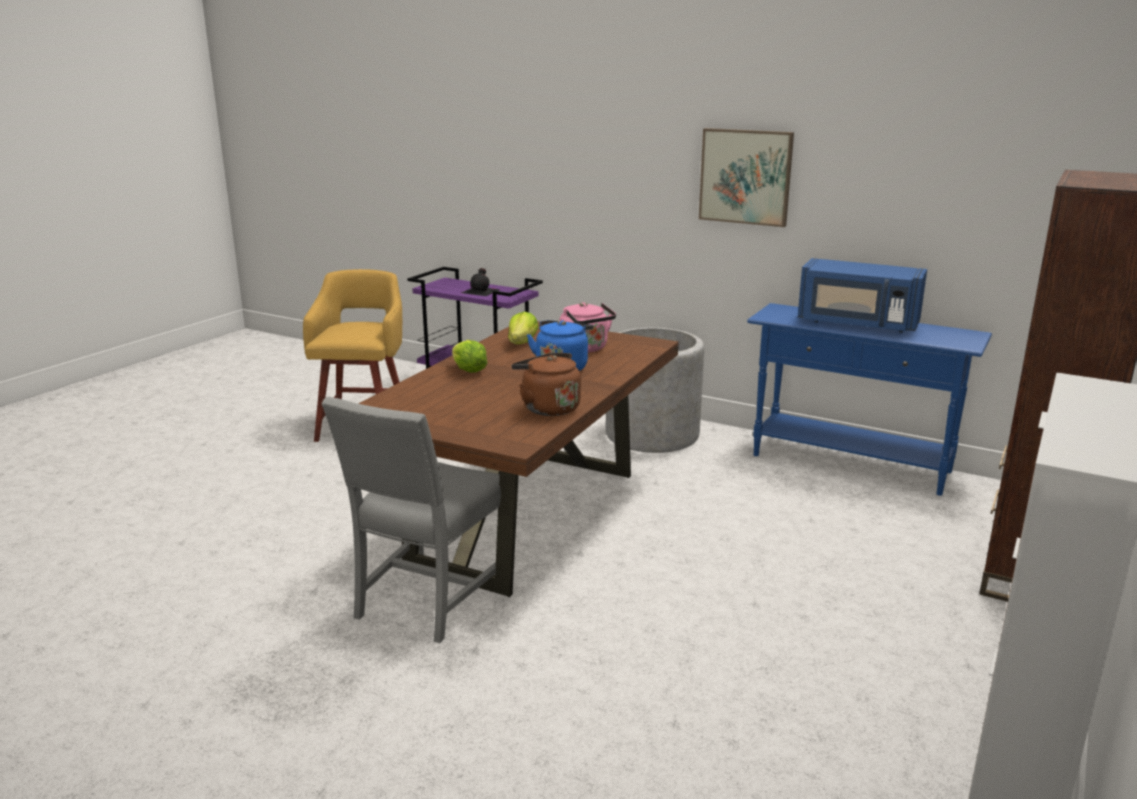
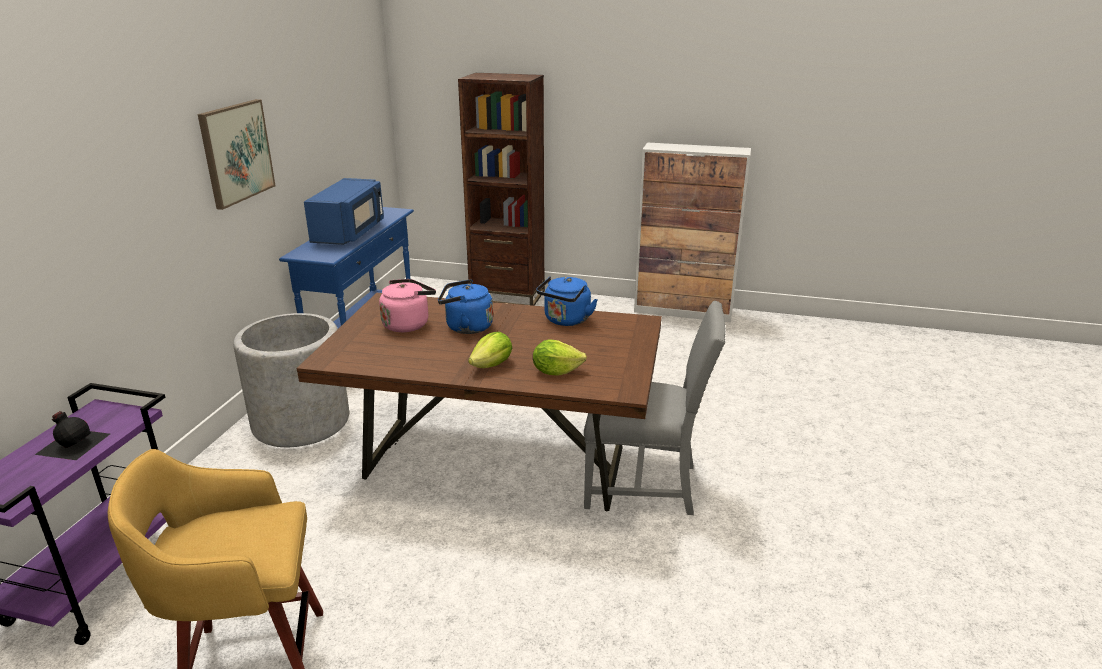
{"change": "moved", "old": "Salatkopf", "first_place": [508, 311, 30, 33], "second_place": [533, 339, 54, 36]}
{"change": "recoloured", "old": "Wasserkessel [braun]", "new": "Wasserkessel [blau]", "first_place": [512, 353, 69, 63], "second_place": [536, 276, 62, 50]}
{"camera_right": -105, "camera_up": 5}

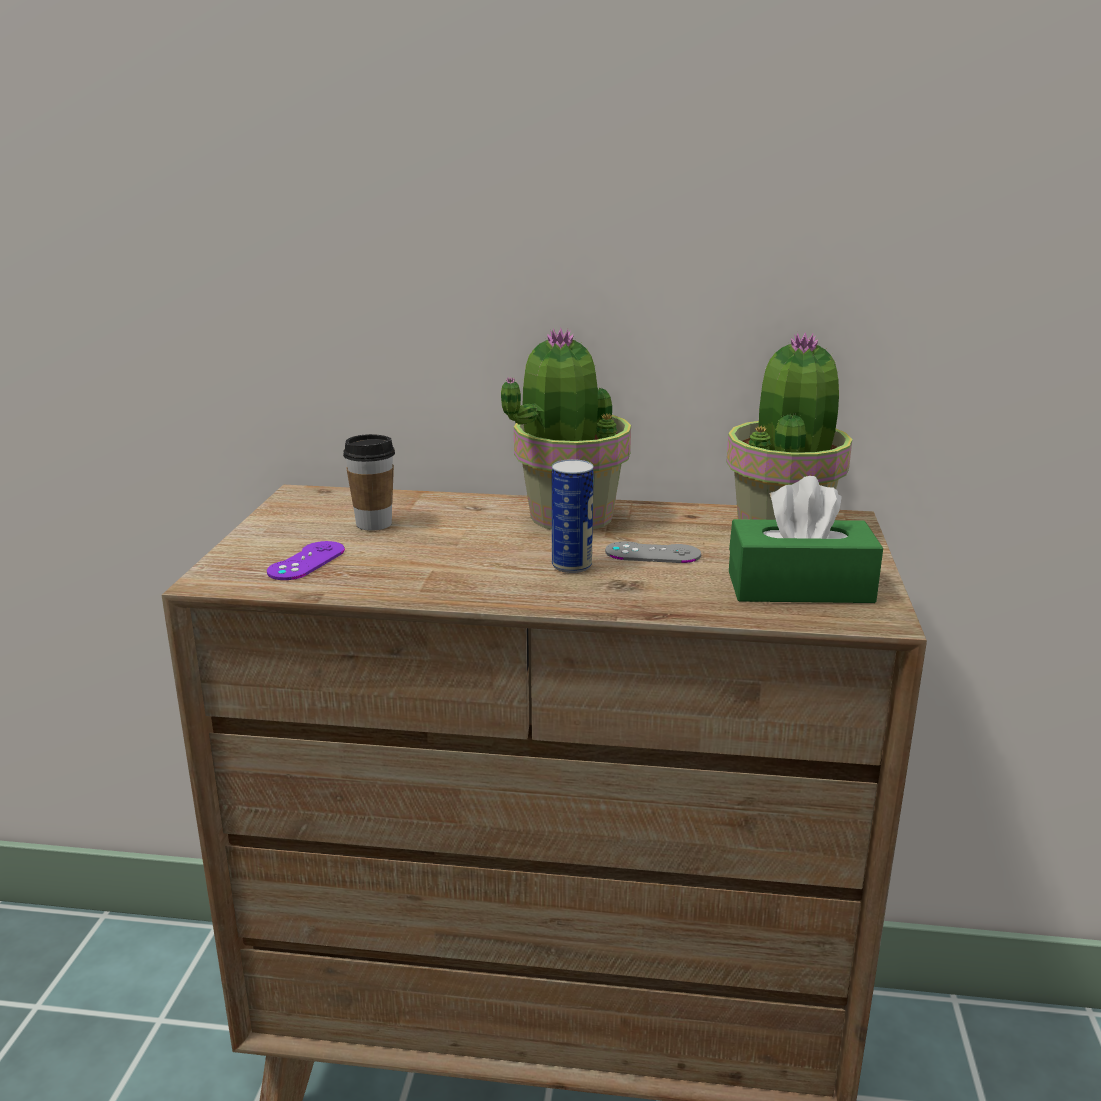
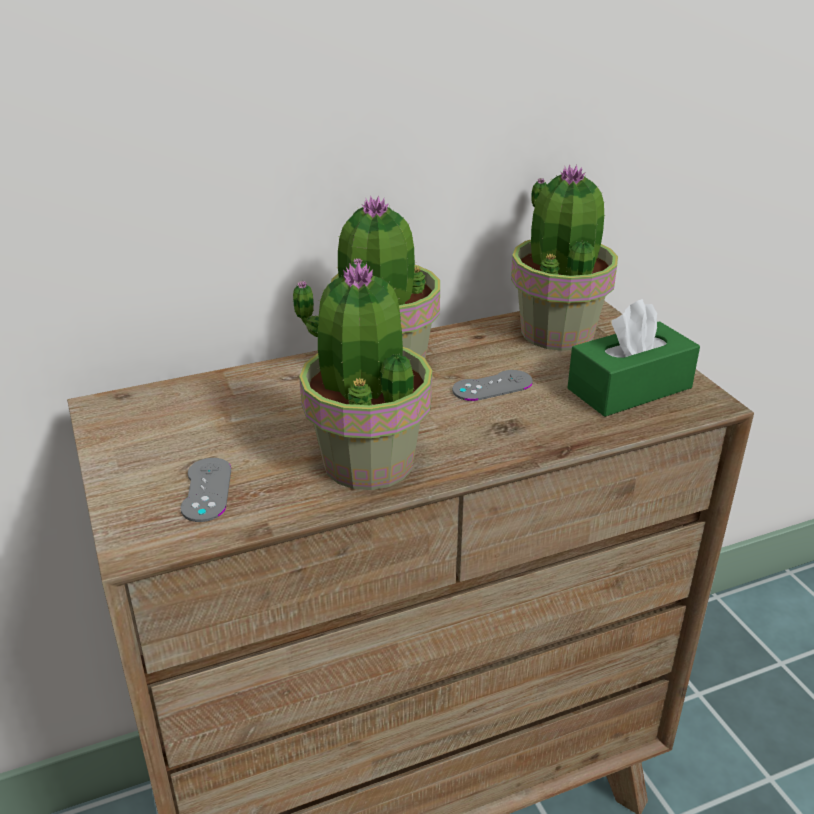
{"change": "removed", "old": "Tasse", "first_place": [343, 434, 52, 97]}
{"change": "removed", "old": "Dose", "first_place": [552, 459, 42, 114]}
{"change": "recoloured", "old": "Gamepad [lila]", "new": "Gamepad [grau]", "first_place": [267, 541, 78, 39], "second_place": [180, 458, 51, 64]}
{"change": "added", "new": "Topfpflanze", "second_place": [293, 261, 139, 229]}
{"camera_right": -30, "camera_up": 10}

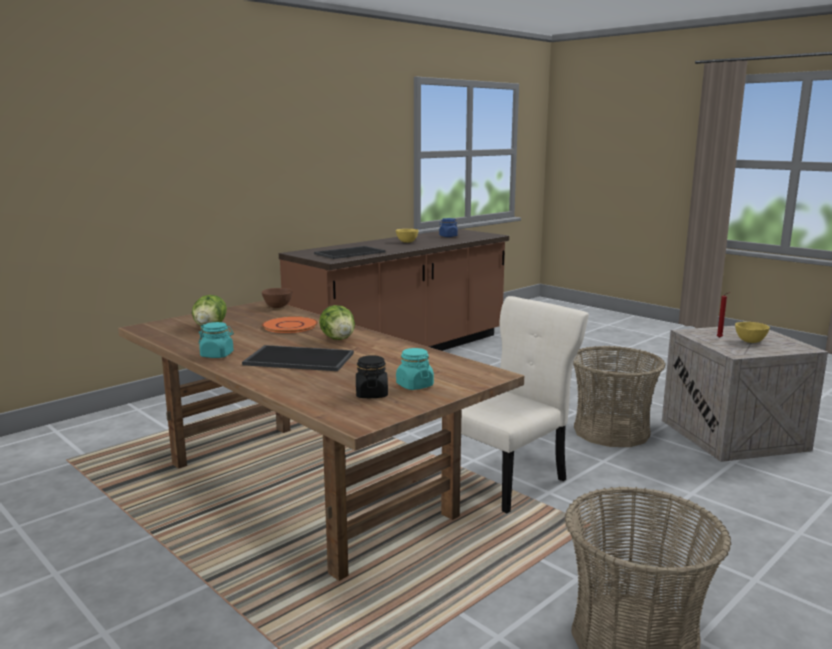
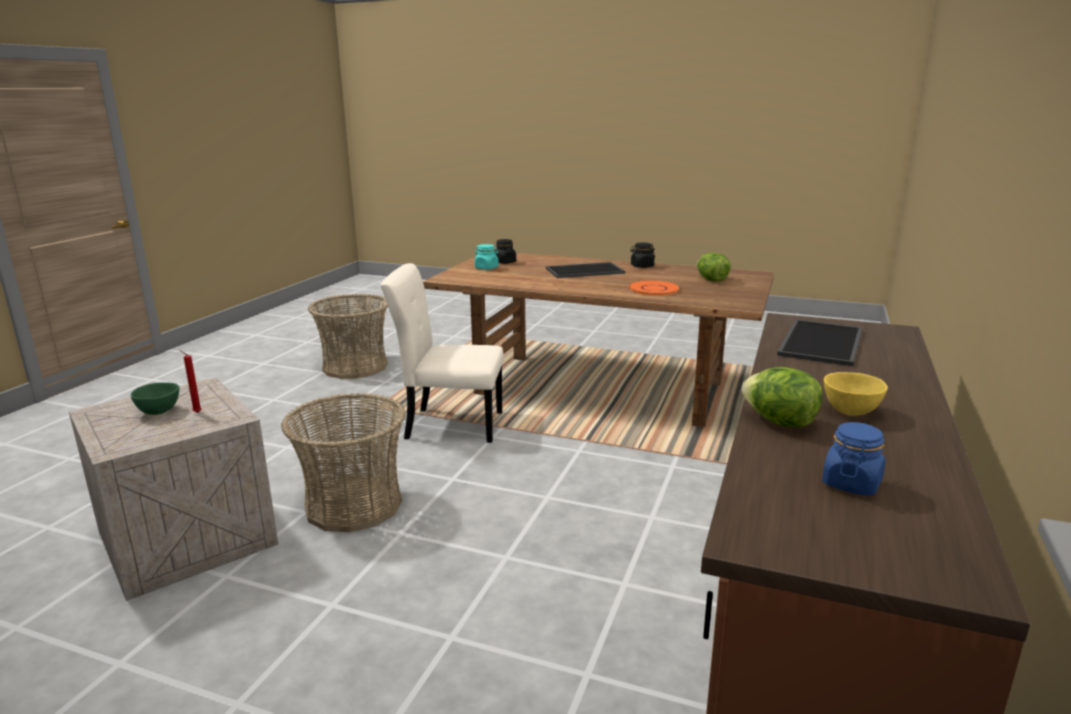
{"change": "removed", "old": "Schüssel [braun]", "first_place": [262, 288, 31, 20]}
{"change": "turned", "old": "Stuhl [beige]", "first_place": [441, 296, 148, 217], "second_place": [380, 263, 124, 180], "degrees": 75}
{"change": "moved", "old": "Salatkopf", "first_place": [319, 305, 36, 35], "second_place": [742, 367, 81, 61]}
{"change": "recoloured", "old": "Vorratsglas [türkis]", "new": "Vorratsglas [schwarz]", "first_place": [199, 322, 35, 36], "second_place": [630, 242, 25, 26]}
{"change": "recoloured", "old": "Schüssel [gelb]", "new": "Schüssel [grün]", "first_place": [735, 322, 35, 21], "second_place": [130, 382, 49, 33]}
{"camera_right": 155, "camera_up": 5}

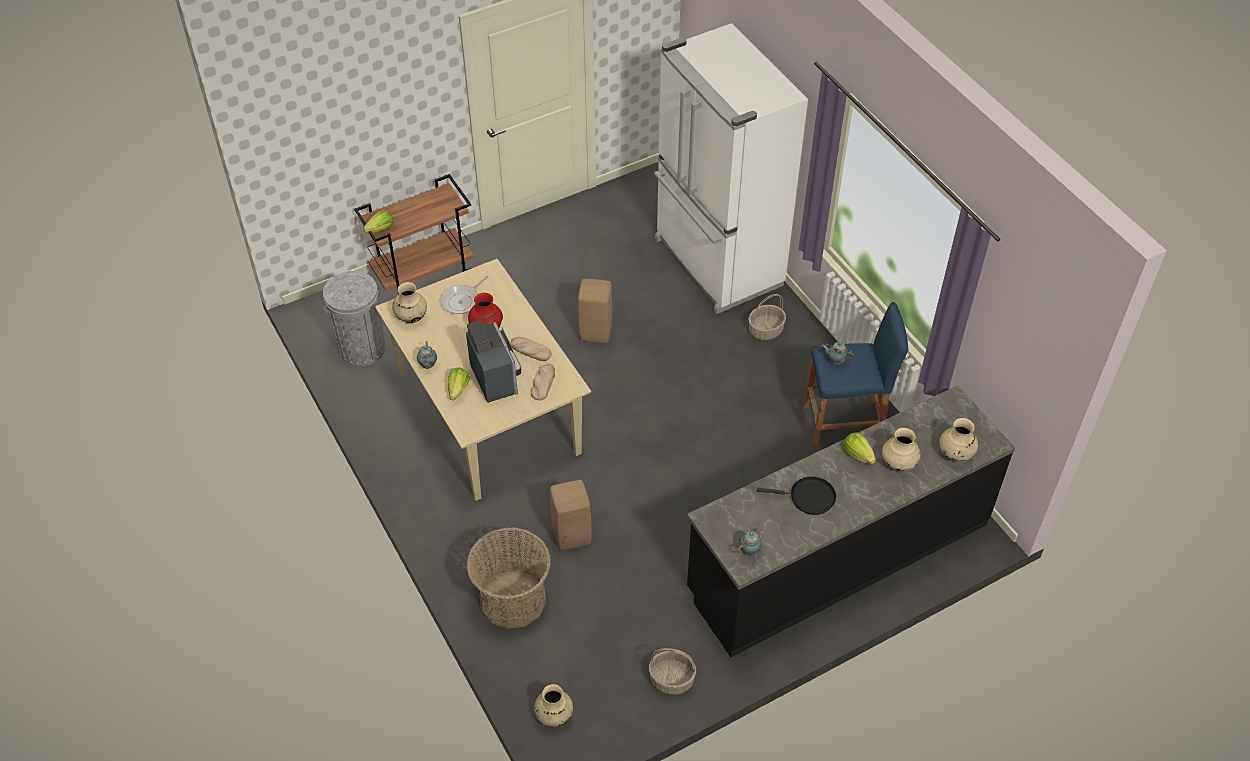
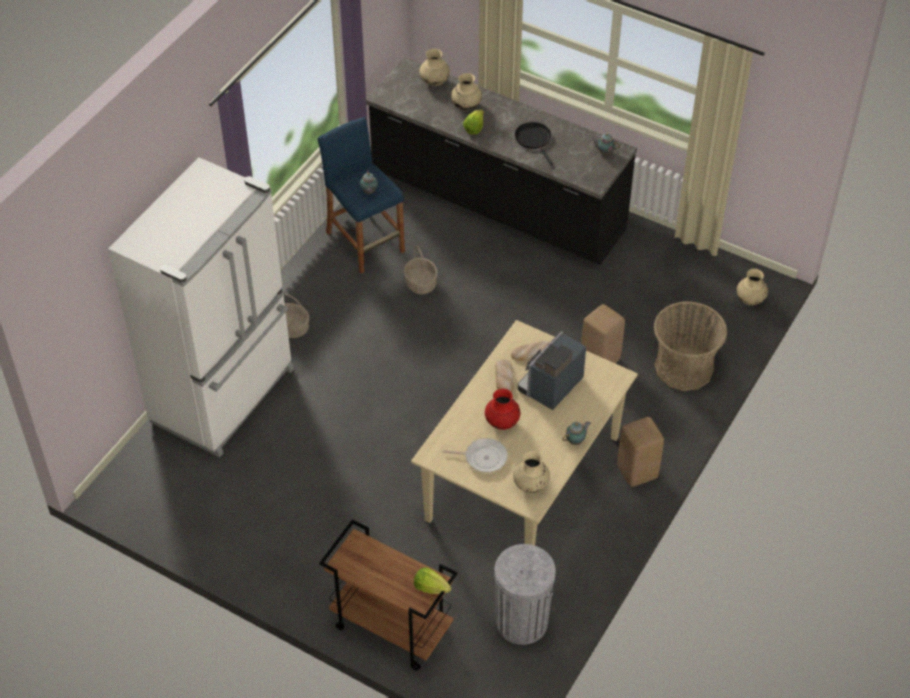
{"change": "moved", "old": "Hocker [beige]", "first_place": [578, 279, 34, 64], "second_place": [617, 417, 47, 70]}
{"change": "removed", "old": "Salatkopf", "first_place": [448, 367, 22, 33]}
{"change": "moved", "old": "Korb", "first_place": [649, 648, 47, 46], "second_place": [404, 246, 34, 48]}
{"camera_right": -120, "camera_up": 0}

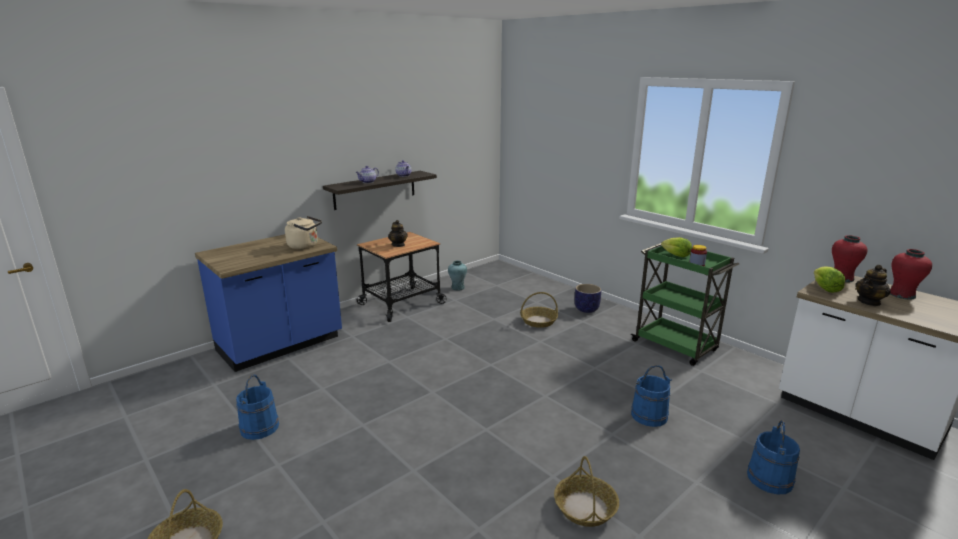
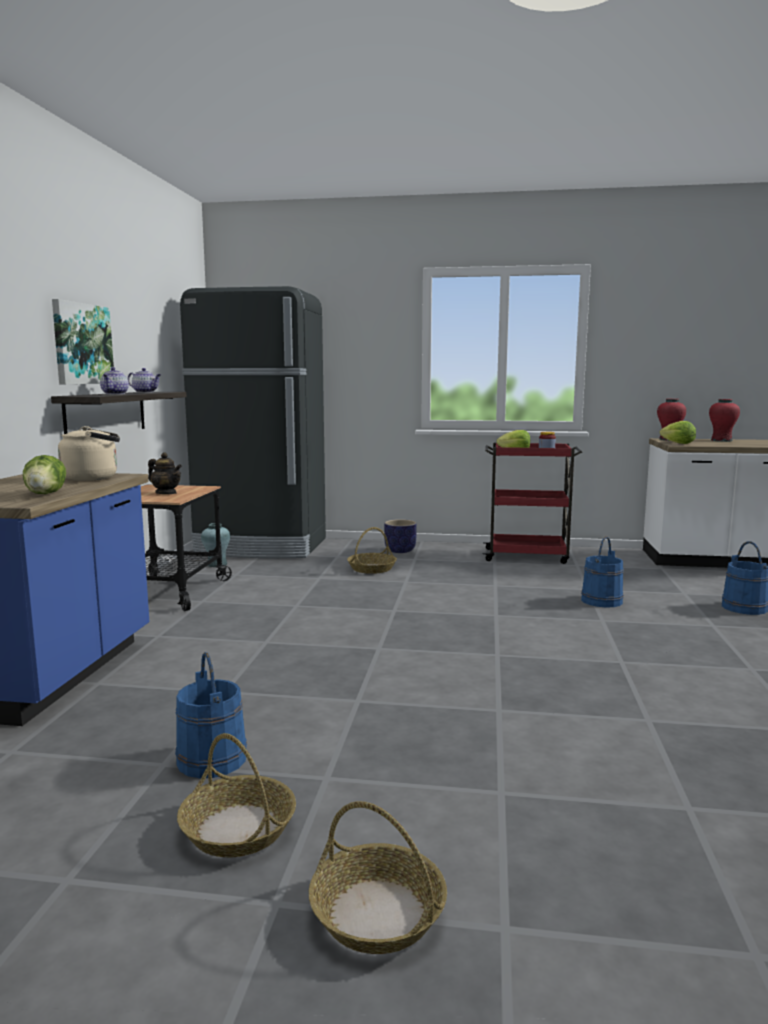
{"change": "recoloured", "old": "Rollwagen [grün]", "new": "Rollwagen [rot]", "first_place": [631, 243, 108, 123], "second_place": [483, 443, 99, 121]}
{"change": "removed", "old": "Teekanne", "first_place": [855, 264, 36, 42]}
{"change": "moved", "old": "Korb", "first_place": [554, 456, 65, 71], "second_place": [177, 733, 119, 124]}
{"change": "added", "new": "Kühlschrank [schwarz]", "second_place": [180, 286, 146, 272]}
{"change": "added", "new": "Bild", "second_place": [52, 299, 62, 85]}
{"change": "added", "new": "Salatkopf", "second_place": [23, 455, 43, 39]}
{"camera_right": -40, "camera_up": -10}

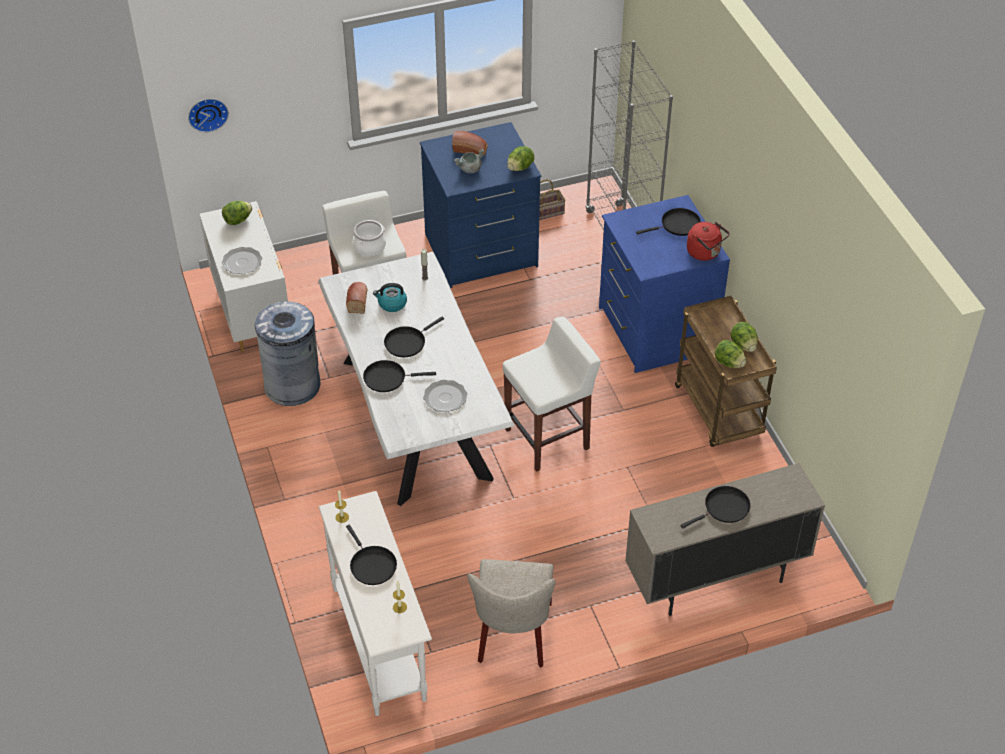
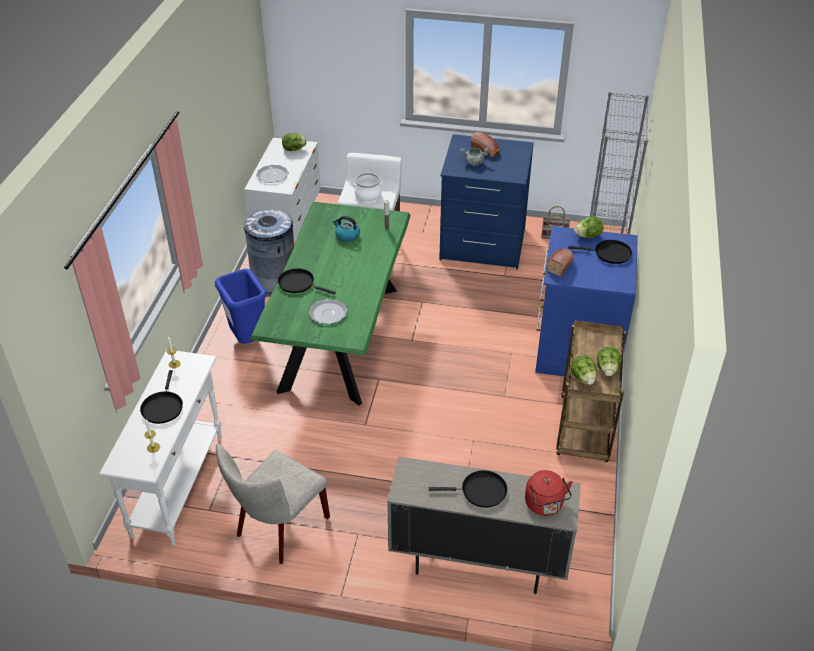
{"change": "removed", "old": "Wanduhr", "first_place": [188, 99, 41, 33]}
{"change": "moved", "old": "Salatkopf", "first_place": [507, 146, 27, 25], "second_place": [574, 217, 29, 21]}
{"change": "moved", "old": "Wasserkessel [rot]", "first_place": [687, 222, 43, 39], "second_place": [525, 470, 48, 46]}
{"change": "recoloured", "old": "Esstisch [weiß]", "new": "Esstisch [grün]", "first_place": [318, 252, 197, 254], "second_place": [250, 202, 161, 204]}
{"change": "moved", "old": "Brot", "first_place": [346, 282, 22, 32], "second_place": [547, 249, 27, 27]}
{"change": "removed", "old": "Pfanne [schwarz]", "first_place": [384, 317, 60, 40]}
{"change": "removed", "old": "Hocker [weiß]", "first_place": [503, 317, 98, 155]}
{"change": "added", "new": "Mülleimer [blau]", "second_place": [215, 269, 52, 75]}
{"camera_right": 30, "camera_up": -5}

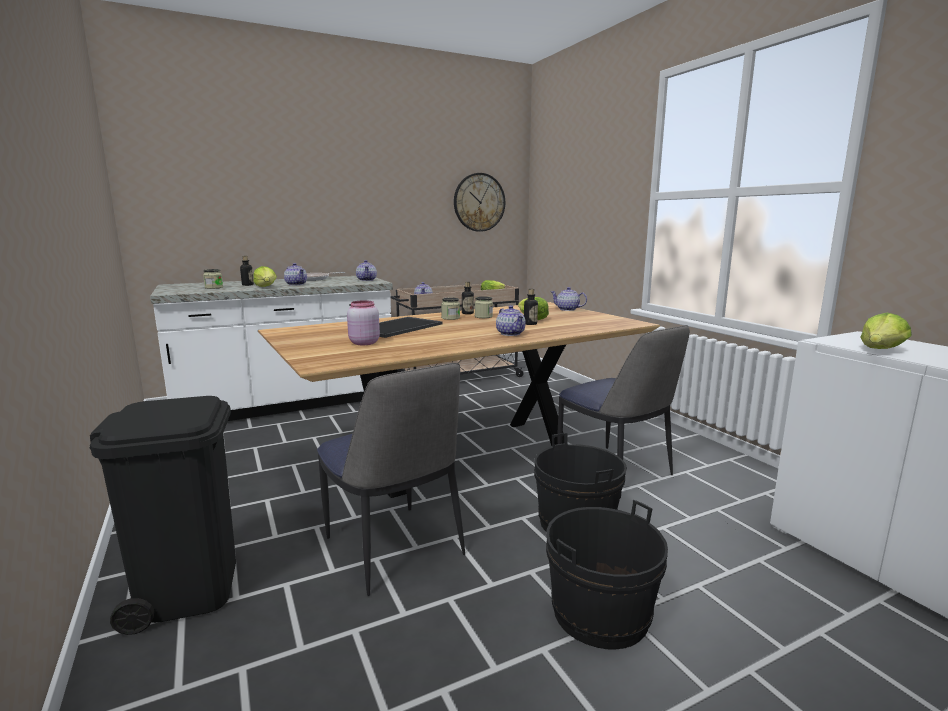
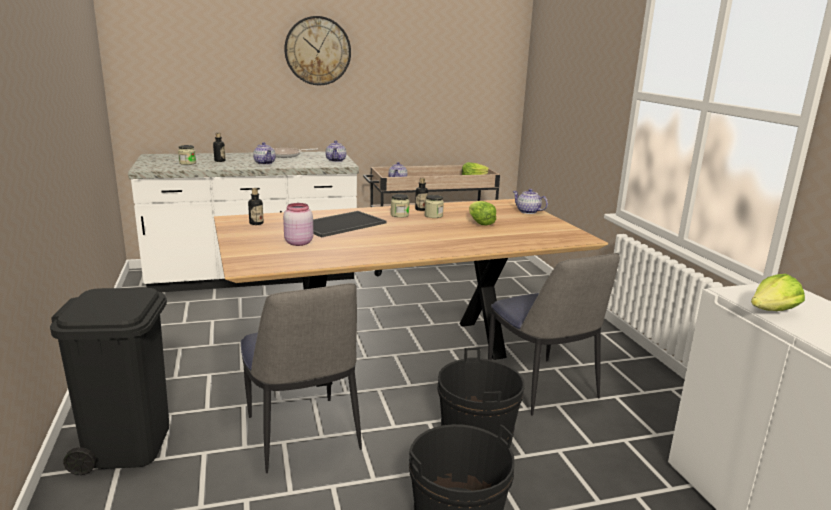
{"change": "moved", "old": "Wanduhr", "first_place": [454, 173, 51, 59], "second_place": [284, 16, 67, 69]}
{"change": "removed", "old": "Salatkopf", "first_place": [253, 266, 24, 21]}
{"change": "moved", "old": "Flasche", "first_place": [524, 289, 14, 36], "second_place": [248, 188, 15, 37]}
{"change": "removed", "old": "Teekanne", "first_place": [496, 305, 30, 31]}
{"camera_right": 10, "camera_up": 5}

